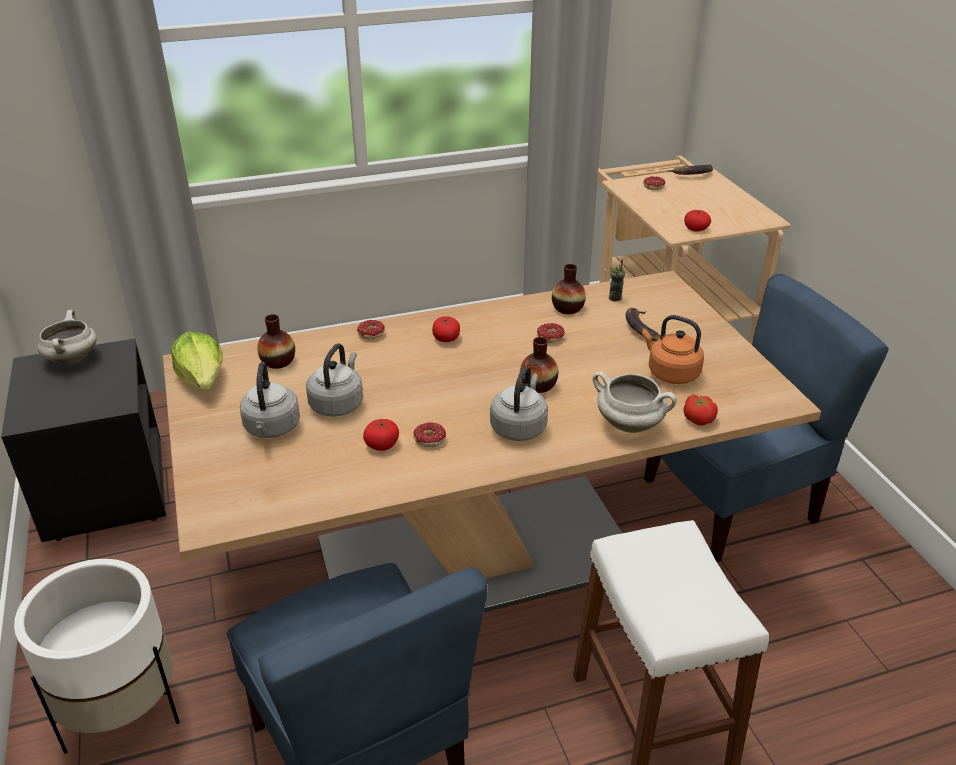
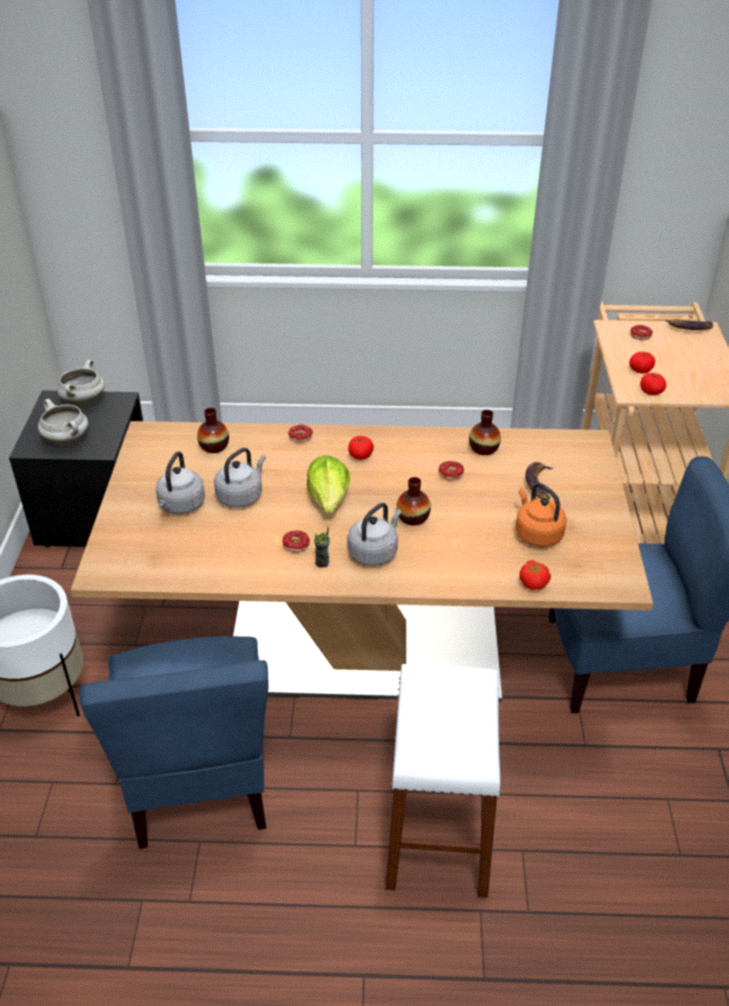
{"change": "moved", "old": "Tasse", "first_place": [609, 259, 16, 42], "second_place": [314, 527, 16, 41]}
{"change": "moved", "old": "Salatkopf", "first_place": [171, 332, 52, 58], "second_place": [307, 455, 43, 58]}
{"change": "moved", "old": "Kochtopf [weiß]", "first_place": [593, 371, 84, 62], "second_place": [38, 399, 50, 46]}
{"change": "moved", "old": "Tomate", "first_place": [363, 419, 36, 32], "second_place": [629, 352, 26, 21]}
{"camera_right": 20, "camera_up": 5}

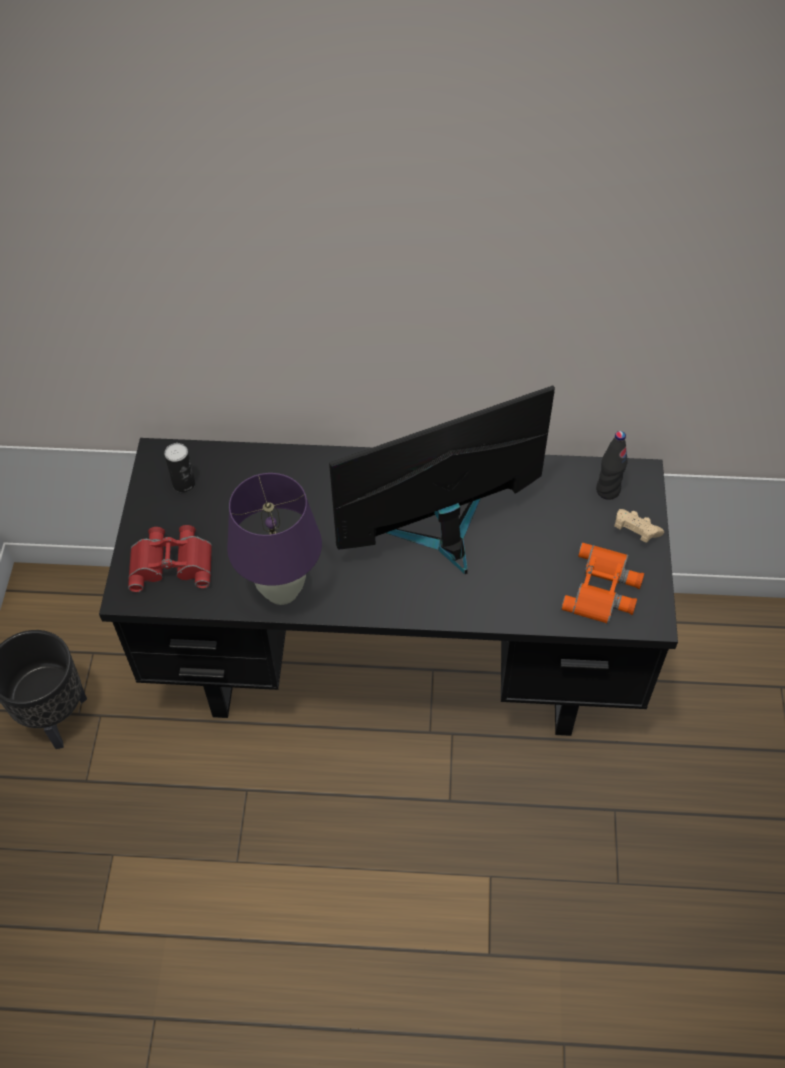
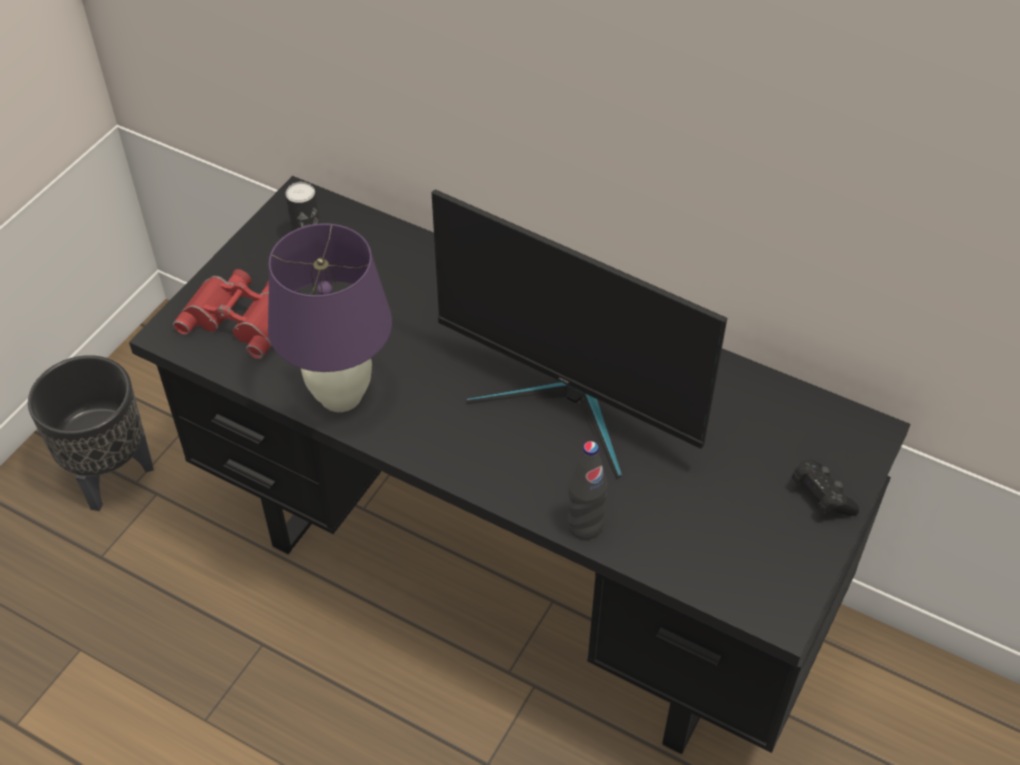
{"change": "turned", "old": "Monitor", "first_place": [329, 385, 226, 189], "second_place": [431, 189, 296, 291], "degrees": -150}
{"change": "moved", "old": "Flasche [schwarz]", "first_place": [596, 431, 32, 69], "second_place": [567, 441, 41, 98]}
{"change": "recoloured", "old": "Gamepad [beige]", "new": "Gamepad [schwarz]", "first_place": [614, 509, 50, 34], "second_place": [792, 460, 67, 56]}
{"change": "removed", "old": "Fernglas [orange]", "first_place": [561, 543, 83, 81]}
{"camera_right": 25, "camera_up": -5}

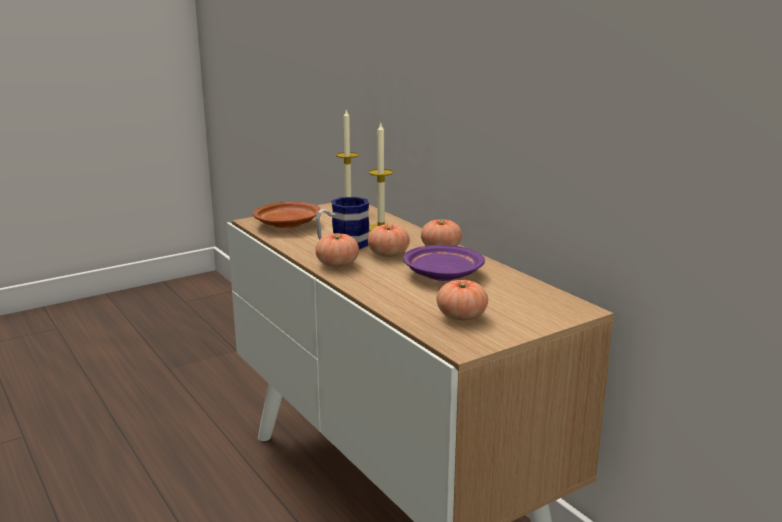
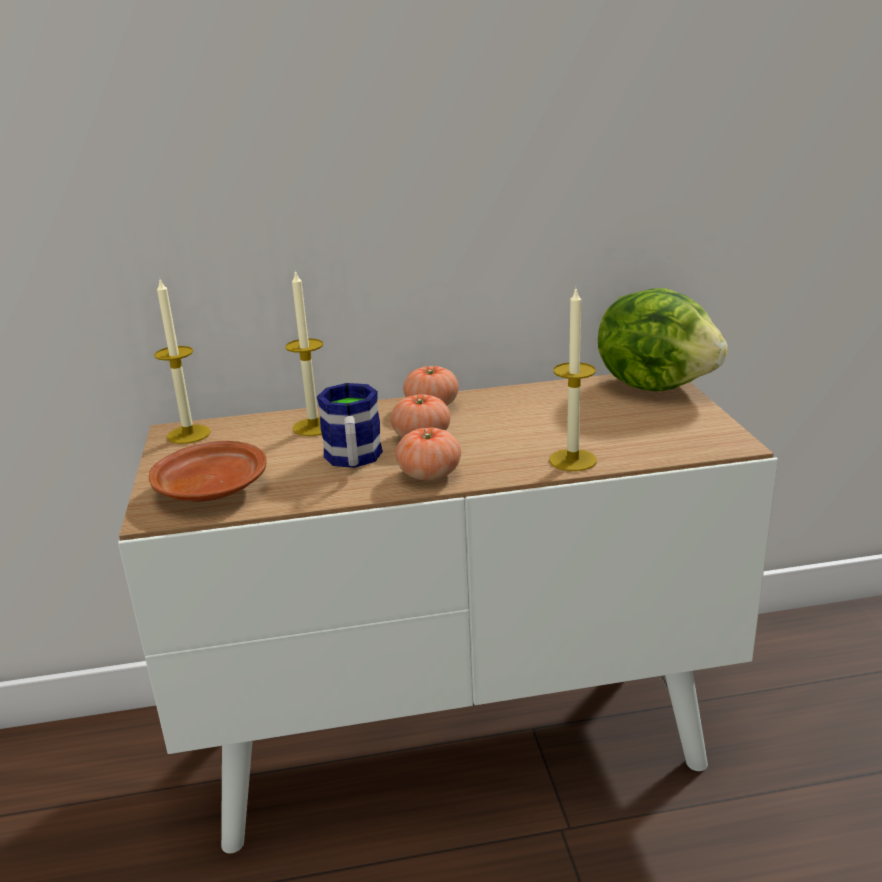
{"change": "removed", "old": "Teller [lila]", "first_place": [403, 245, 82, 36]}
{"change": "removed", "old": "Tomate", "first_place": [437, 280, 51, 41]}
{"change": "added", "new": "Salatkopf", "second_place": [598, 288, 130, 103]}
{"change": "added", "new": "Kerze", "second_place": [549, 289, 48, 182]}
{"camera_right": -65, "camera_up": 5}

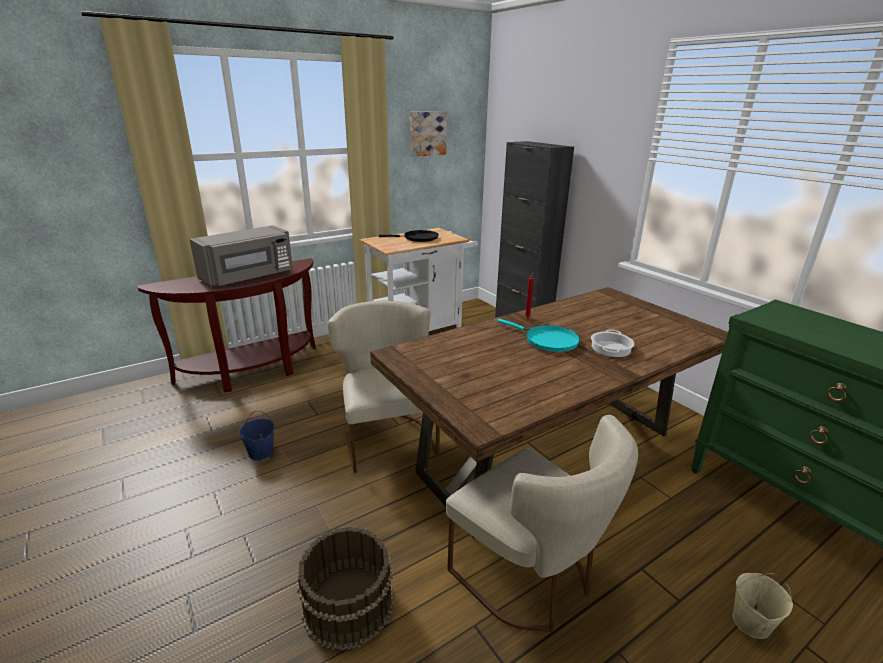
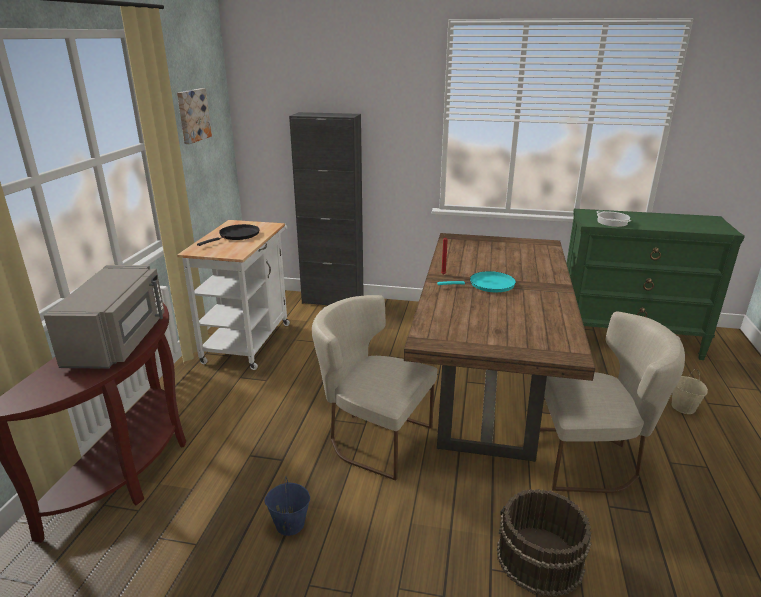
{"change": "moved", "old": "Kochtopf", "first_place": [591, 330, 43, 27], "second_place": [596, 211, 35, 16]}
{"camera_right": -45, "camera_up": 0}

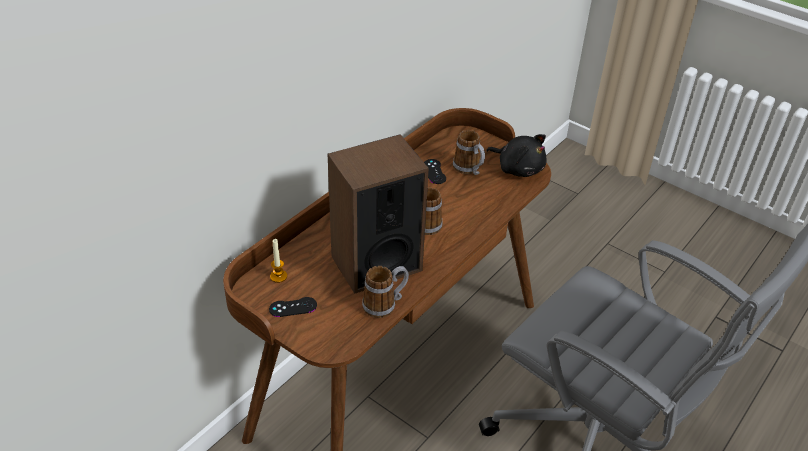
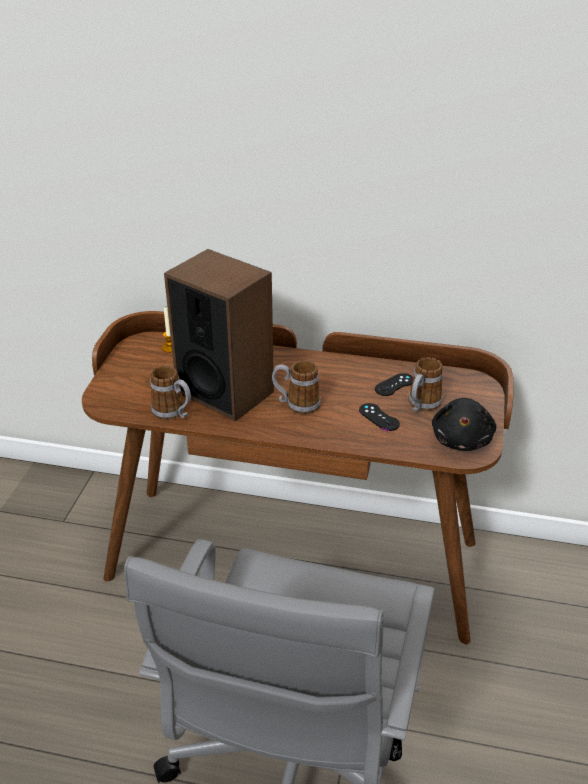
{"change": "moved", "old": "Gamepad [schwarz]", "first_place": [269, 297, 48, 20], "second_place": [359, 403, 41, 28]}
{"camera_right": 65, "camera_up": -5}

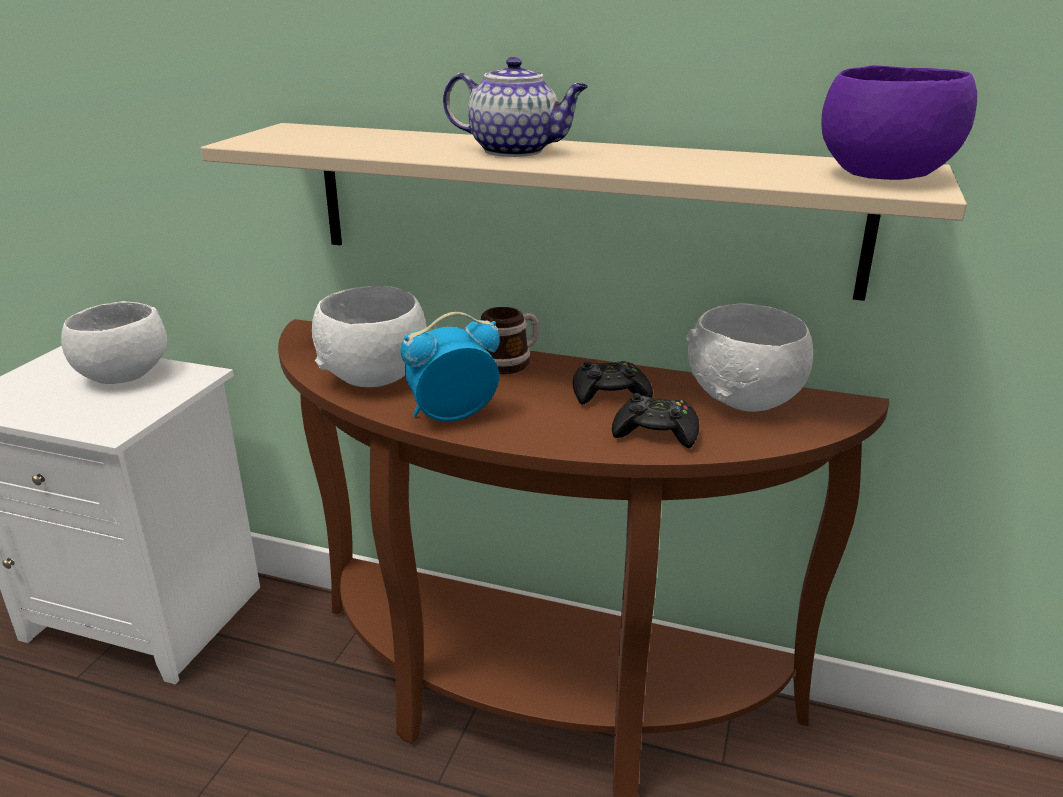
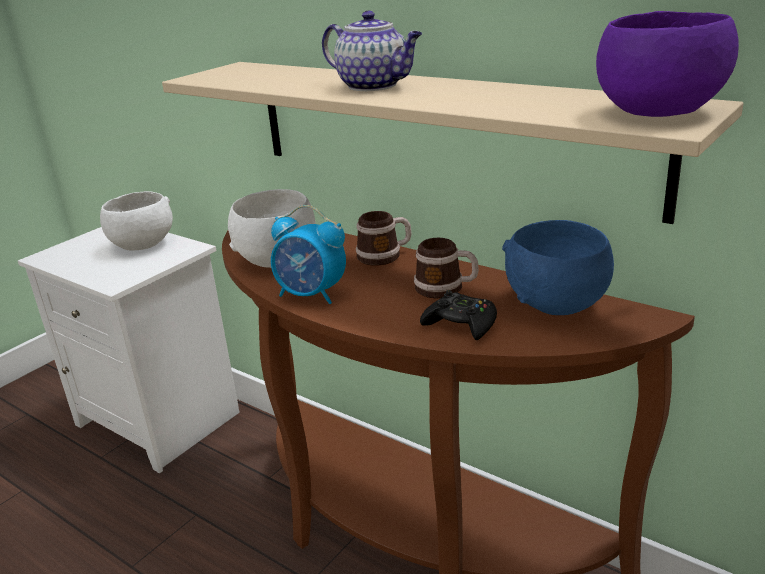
{"change": "recoloured", "old": "Schüssel [weiß]", "new": "Schüssel [blau]", "first_place": [686, 303, 127, 109], "second_place": [502, 220, 112, 95]}
{"change": "turned", "old": "Wecker", "first_place": [400, 312, 99, 110], "second_place": [271, 205, 75, 99], "degrees": -150}
{"change": "replaced", "old": "Gamepad [schwarz]", "new": "Henkelbecher", "first_place": [573, 361, 80, 44], "second_place": [414, 238, 65, 60]}
{"camera_right": 20, "camera_up": 0}

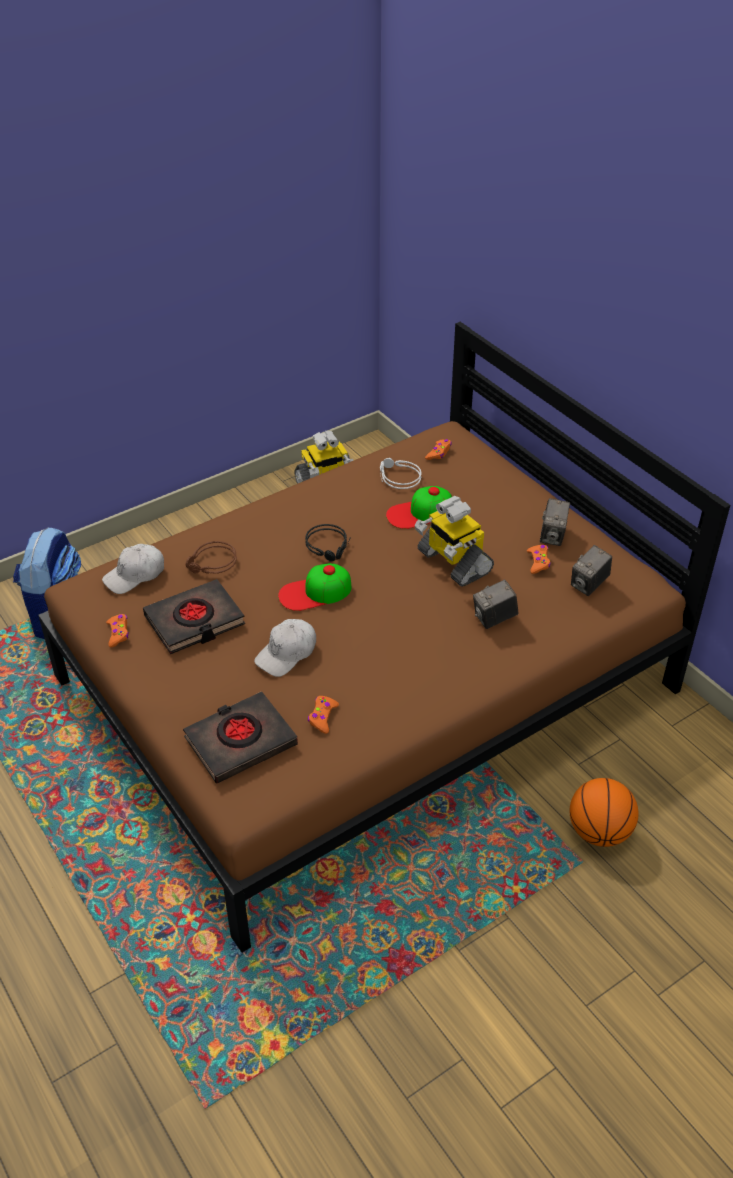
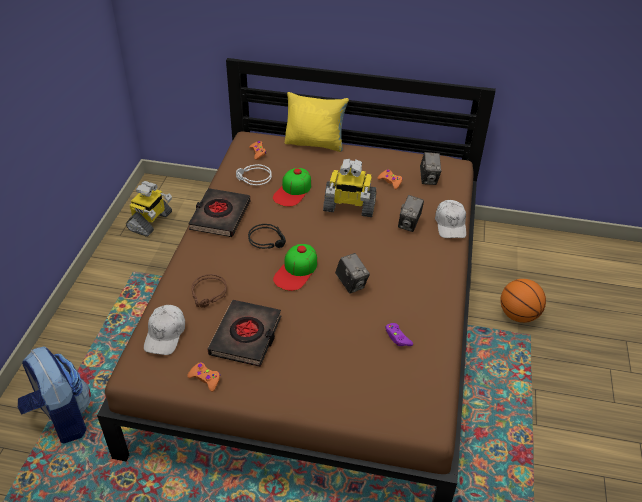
{"change": "moved", "old": "Kamera", "first_place": [540, 498, 30, 48], "second_place": [335, 253, 35, 41]}
{"change": "moved", "old": "Kappe [weiß]", "first_place": [254, 619, 62, 58], "second_place": [435, 200, 31, 38]}
{"change": "moved", "old": "Buch [schwarz]", "first_place": [183, 691, 115, 93], "second_place": [188, 188, 62, 49]}
{"change": "recoloured", "old": "Gamepad [orange]", "new": "Gamepad [lila]", "first_place": [308, 696, 31, 38], "second_place": [385, 323, 28, 23]}
{"change": "added", "new": "Kissen [gelb]", "second_place": [285, 92, 64, 60]}
{"camera_right": -45, "camera_up": 0}

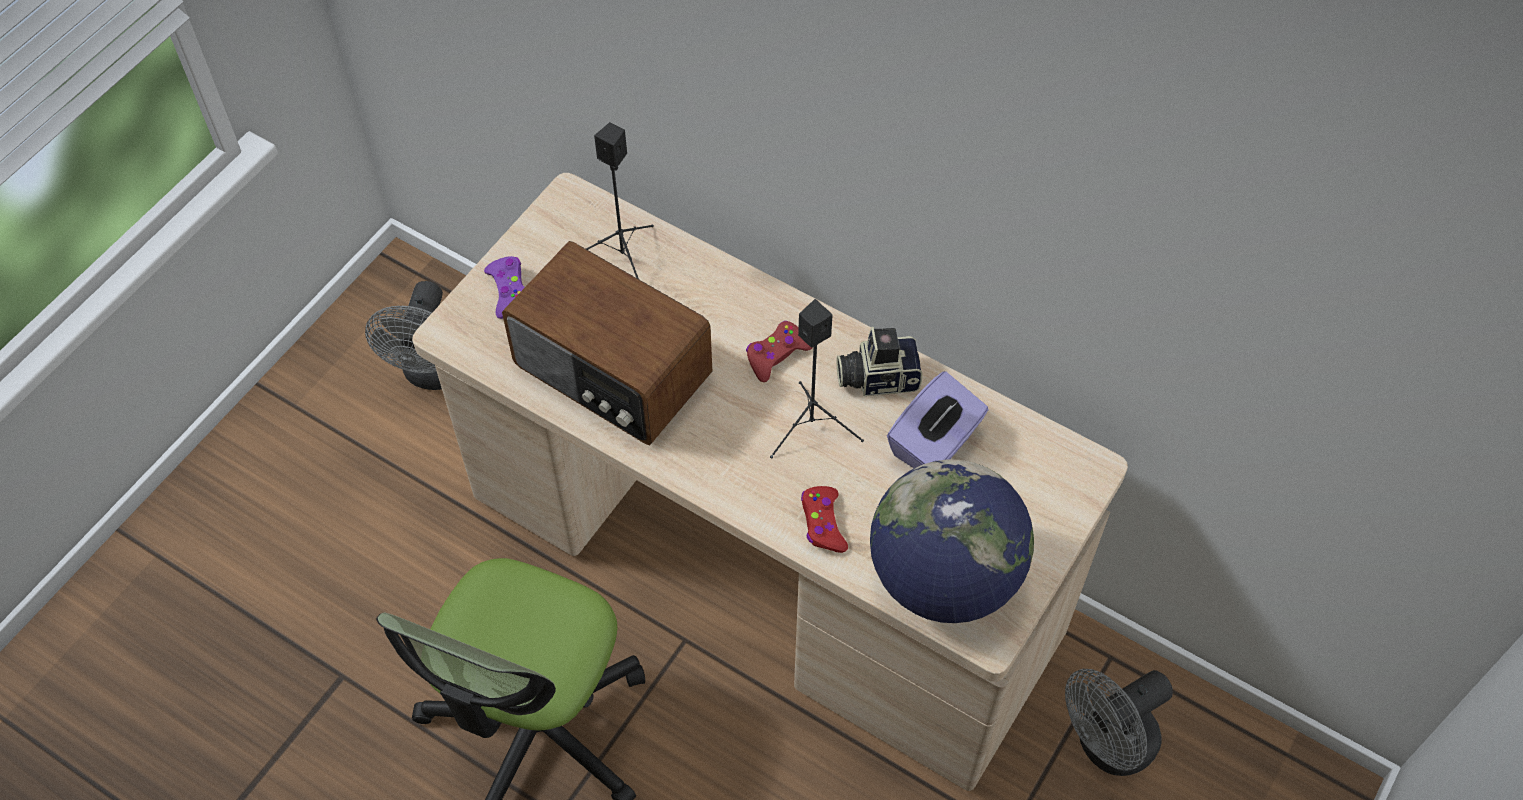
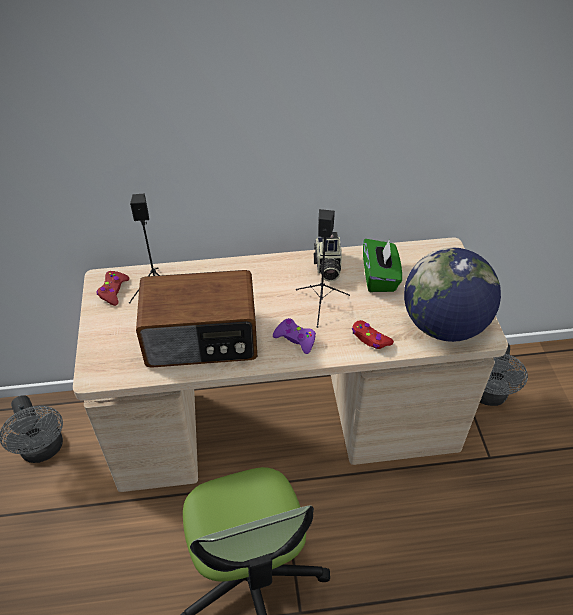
{"change": "moved", "old": "Gamepad [lila]", "first_place": [484, 256, 41, 63], "second_place": [273, 318, 43, 36]}
{"change": "moved", "old": "Gamepad [rot]", "first_place": [746, 321, 67, 61], "second_place": [97, 271, 32, 35]}
{"change": "turned", "old": "Kamera", "first_place": [837, 327, 85, 69], "second_place": [314, 232, 28, 49], "degrees": -45}
{"change": "recoloured", "old": "Taschentuchbox [lila]", "new": "Taschentuchbox [grün]", "first_place": [887, 371, 102, 97], "second_place": [363, 239, 39, 53]}
{"camera_right": -40, "camera_up": -10}

